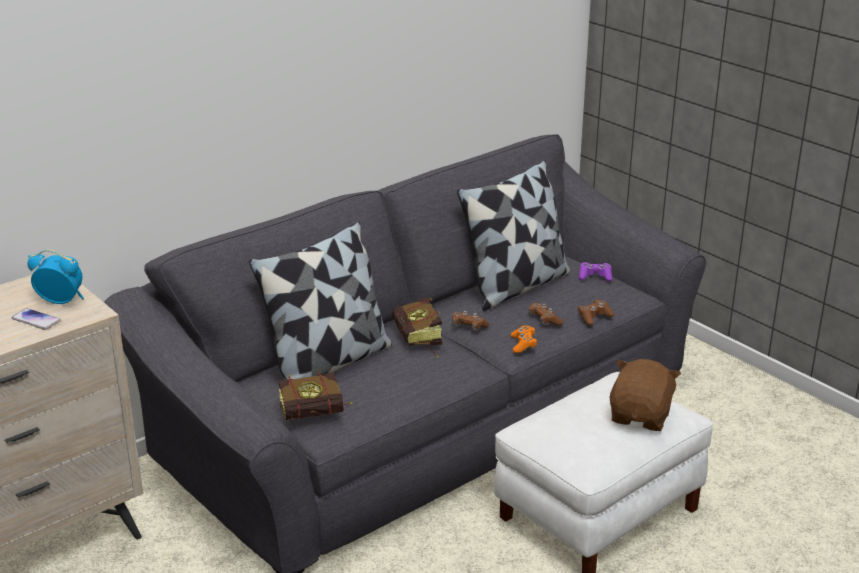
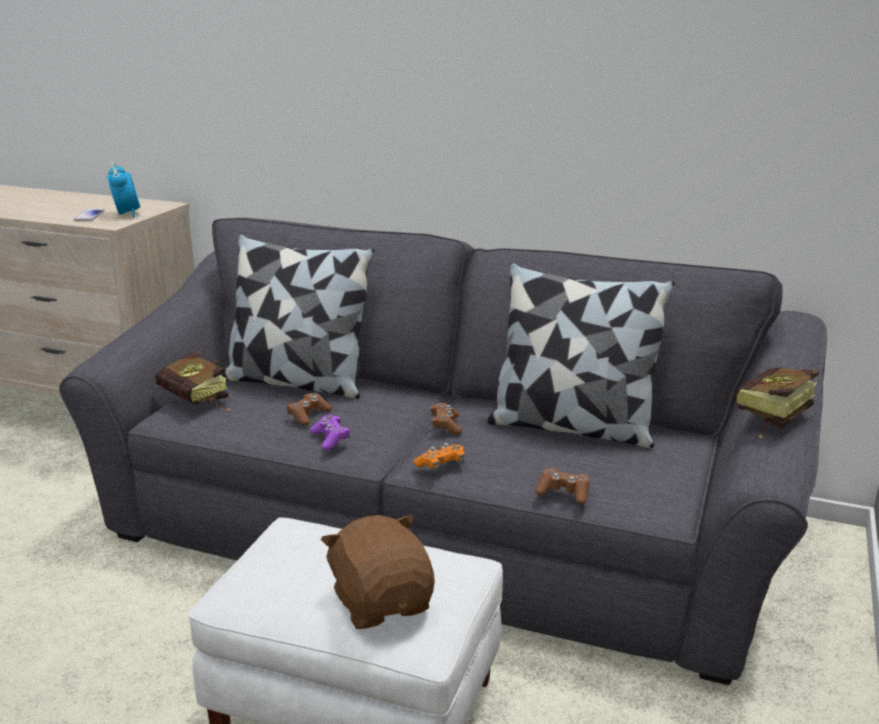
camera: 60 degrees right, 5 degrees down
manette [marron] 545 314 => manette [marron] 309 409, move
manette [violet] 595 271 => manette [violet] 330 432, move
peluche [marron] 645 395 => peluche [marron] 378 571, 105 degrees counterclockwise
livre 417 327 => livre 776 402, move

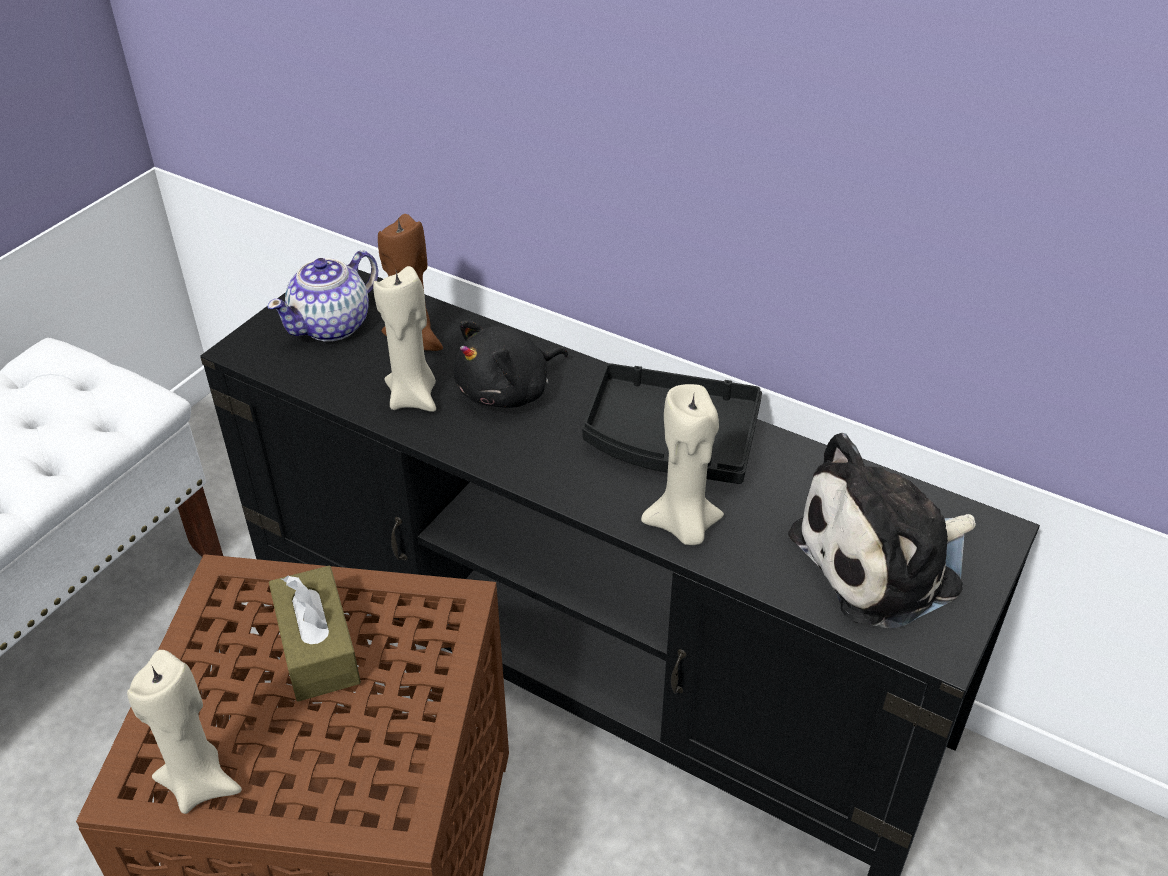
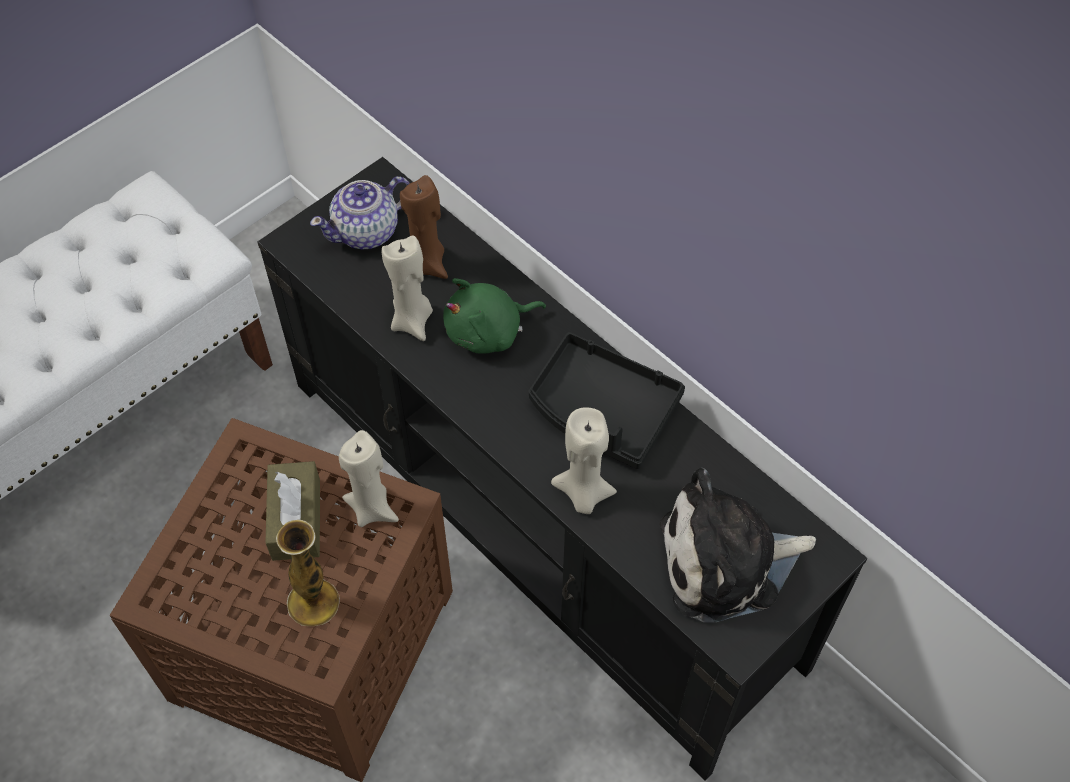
camera: 15 degrees right, 15 degrees up
nothing => vase 308 573
bougie [beige] 184 732 => bougie [beige] 369 478, move
peluche [noir] 510 364 => peluche [vert] 494 316

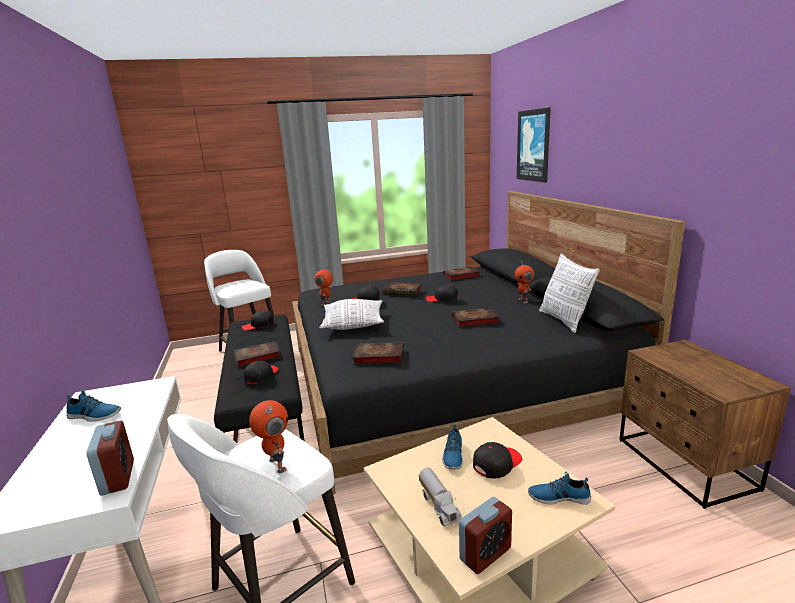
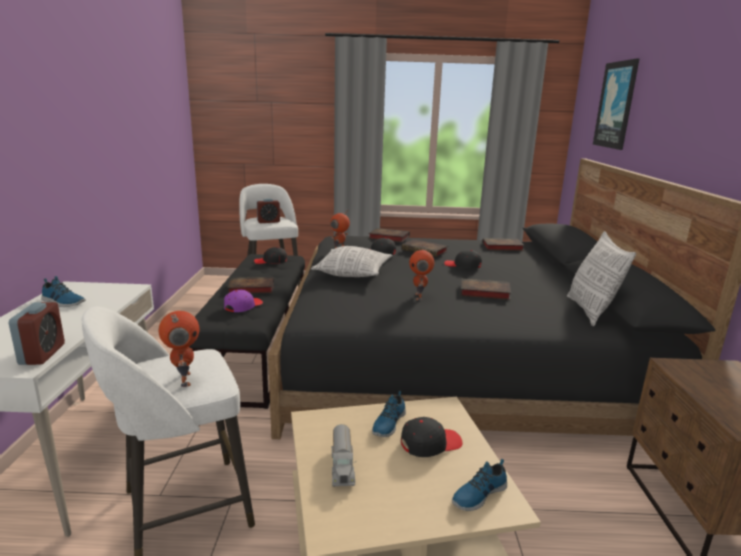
camera: 15 degrees right, 0 degrees up
casquette [noir] 260 372 => casquette [violet] 243 301
réveil 485 535 => réveil 268 211, move
livre 378 353 => livre 389 235, move
robot jouet 524 282 => robot jouet 421 273, move
chaussure 559 488 => chaussure 479 485, 60 degrees counterclockwise

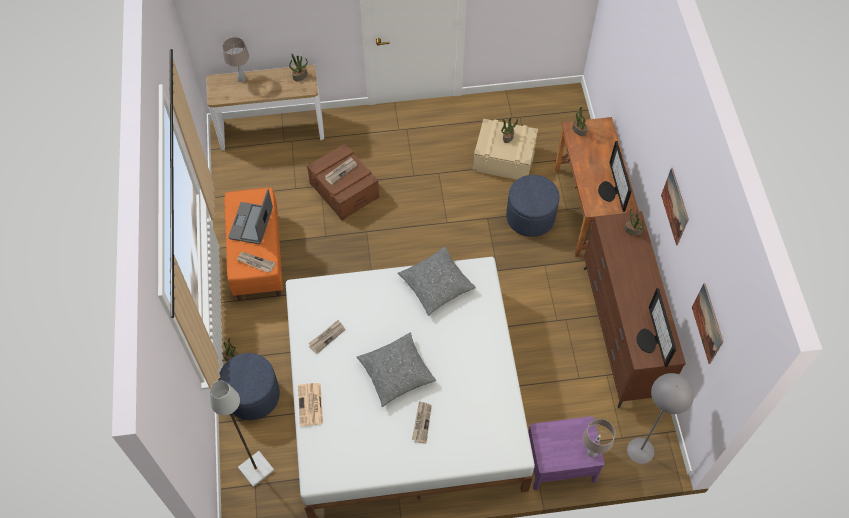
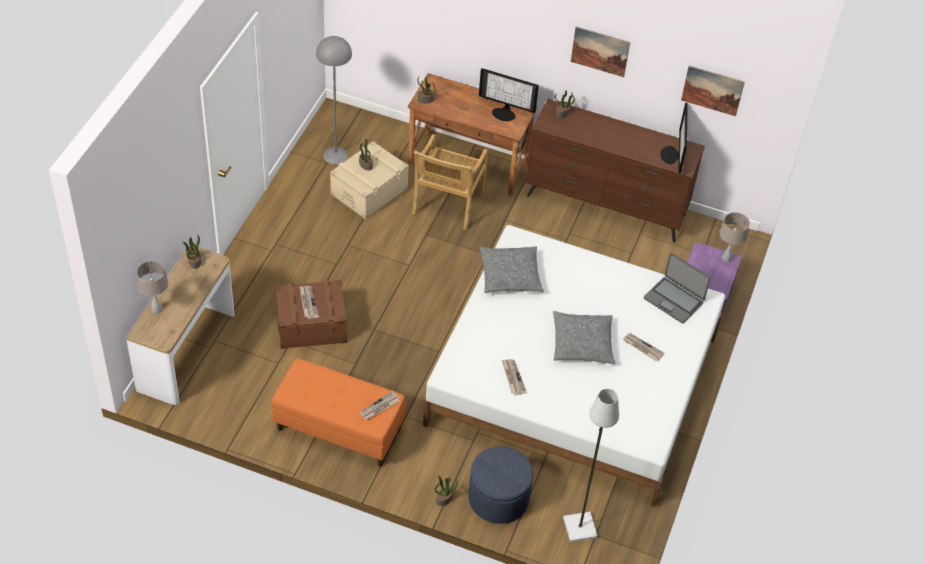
camera: 65 degrees left, 10 degrees down
lampadaire [gris] 660 418 => lampadaire [gris] 334 100, move
pouf [bleu] 533 206 => chaise [beige] 449 182
ordinateur portable 250 216 => ordinateur portable 677 288, move
écran d'ordinateur 656 327 => écran d'ordinateur 674 138, 75 degrees clockwise
journal 310 404 => nothing

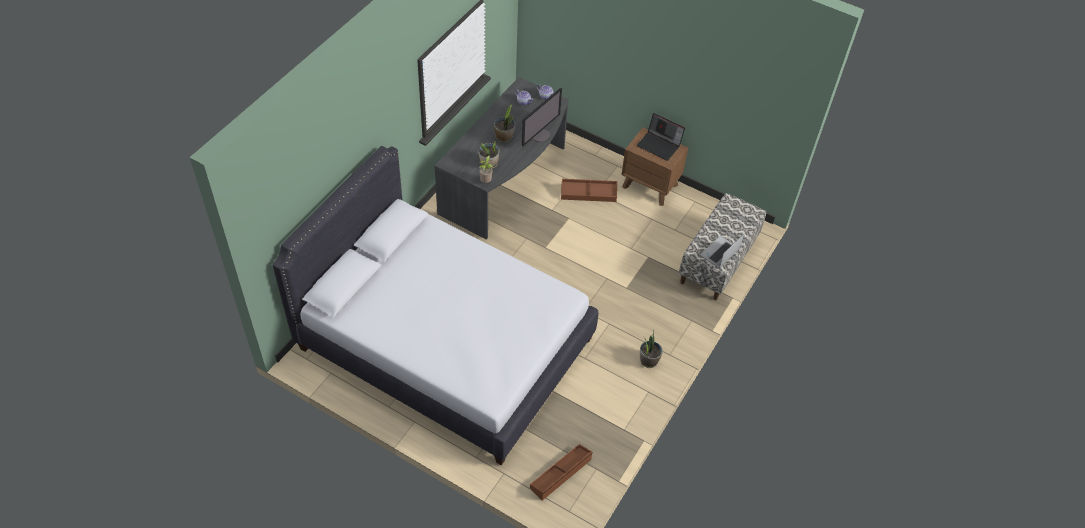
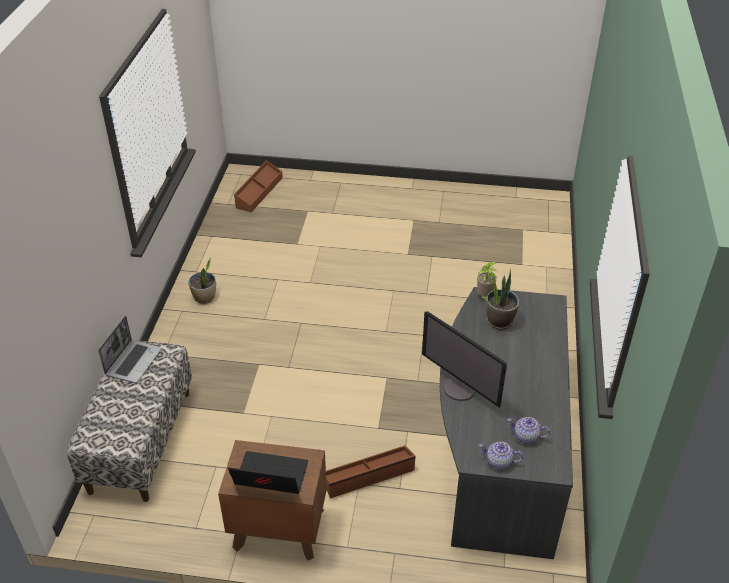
camera: 160 degrees right, 10 degrees down
écran d'ordinateur 542 117 => écran d'ordinateur 464 360, 60 degrees counterclockwise
lit [blanc] 435 305 => nothing
plante en pot 504 123 => nothing

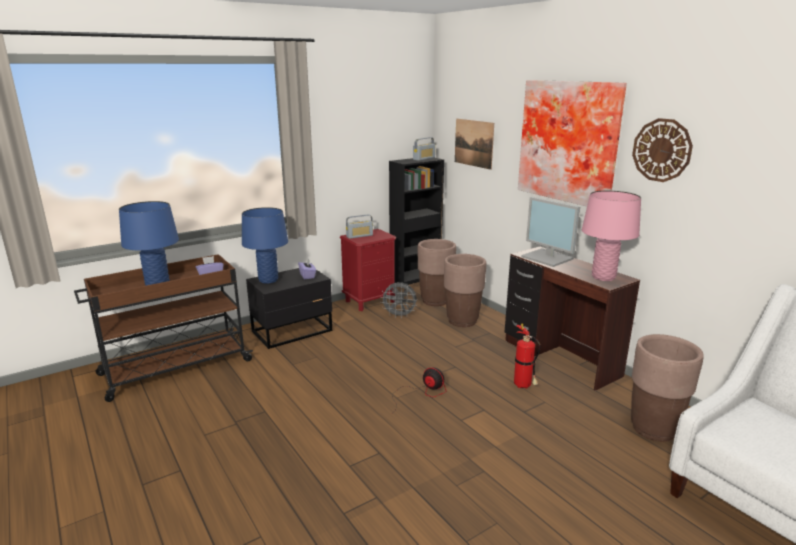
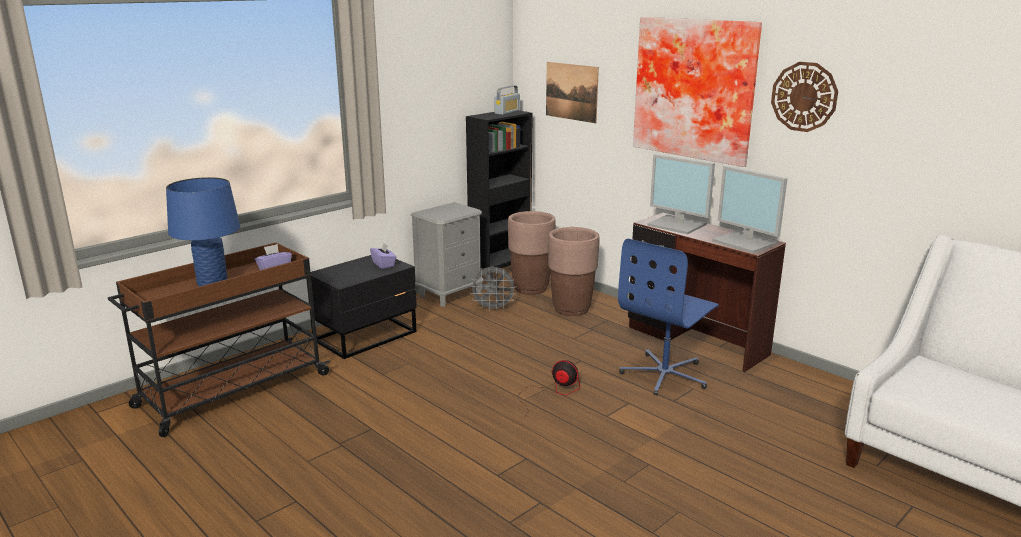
camera: 10 degrees left, 0 degrees up
table de chevet [rouge] 368 270 => table de chevet [gris] 446 254
extincteur 527 356 => chaise de bureau [bleu] 668 317
lampe de table [rose] 611 235 => écran d'ordinateur 750 209
lampe de table [bleu] 265 245 => nothing
radio 359 226 => nothing
cache-pot [marron] 667 387 => nothing

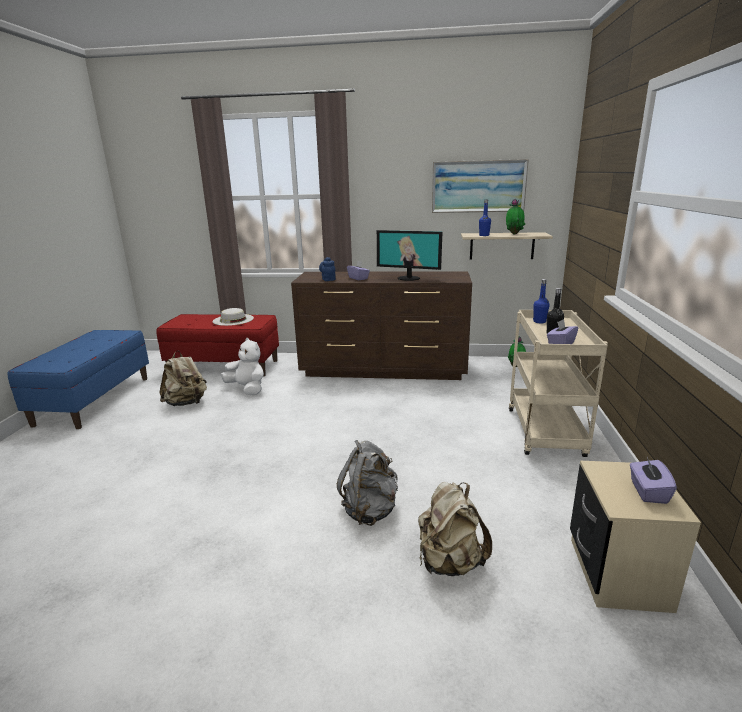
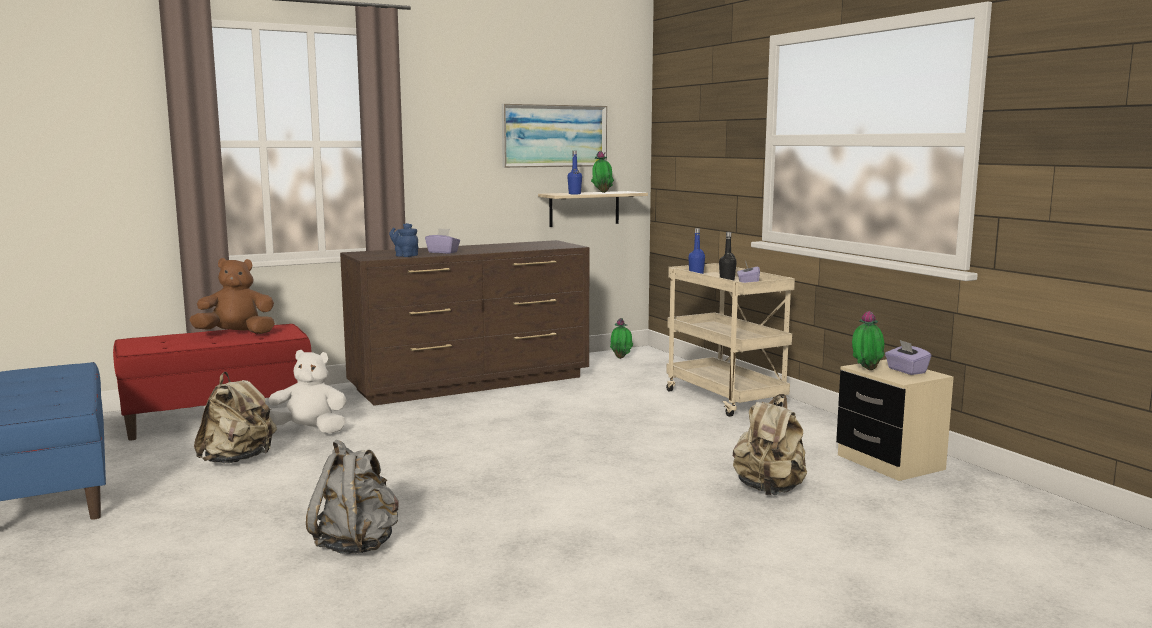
camera: 35 degrees left, 10 degrees down
chapeau [blanc] 233 317 => peluche [marron] 232 296
sac à dos [gris] 367 483 => sac à dos [gris] 352 497, move
nothing => plante en pot 868 340
écran d'ordinateur 409 255 => nothing

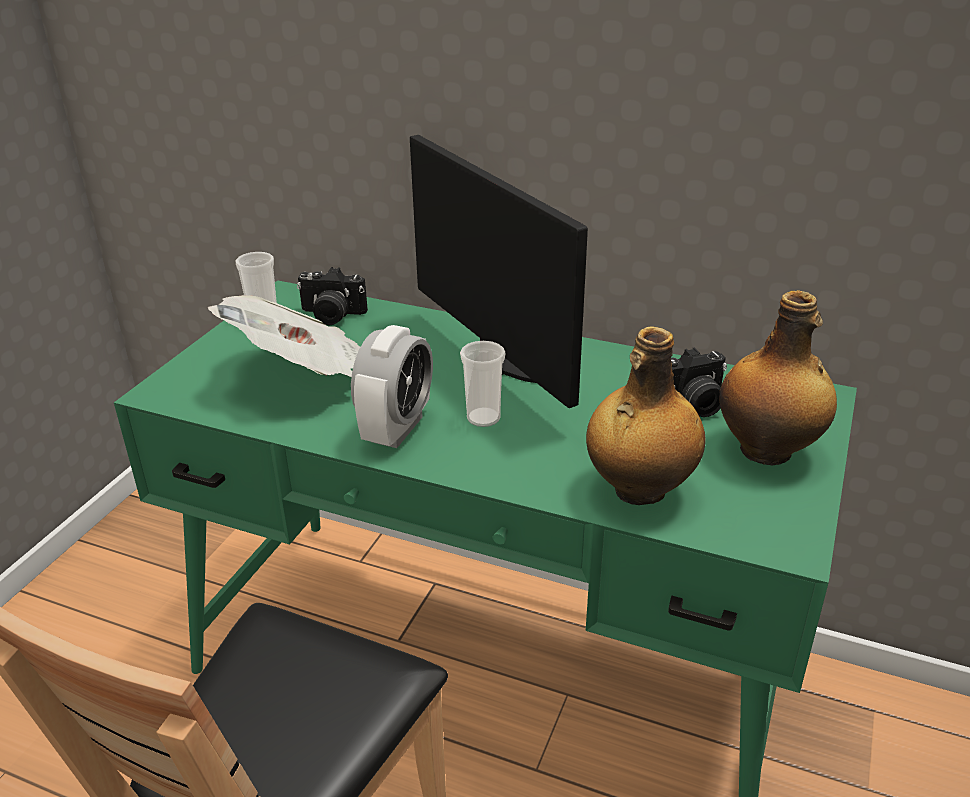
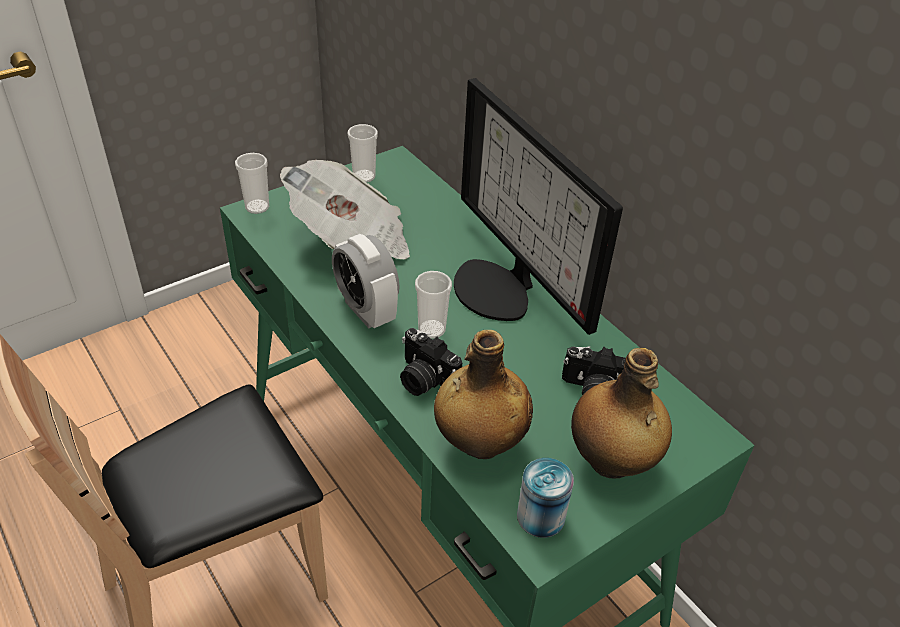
camera: 30 degrees right, 10 degrees up
nothing => tasse 252 183
réveil 392 386 => réveil 366 281, 90 degrees clockwise
appareil photo 332 296 => appareil photo 431 362, move
écran d'ordinateur 499 271 => écran d'ordinateur 538 206, 150 degrees clockwise
nothing => boîte métallique 545 498

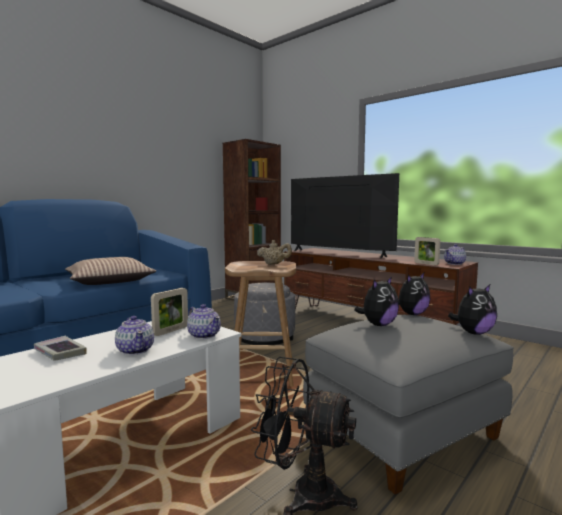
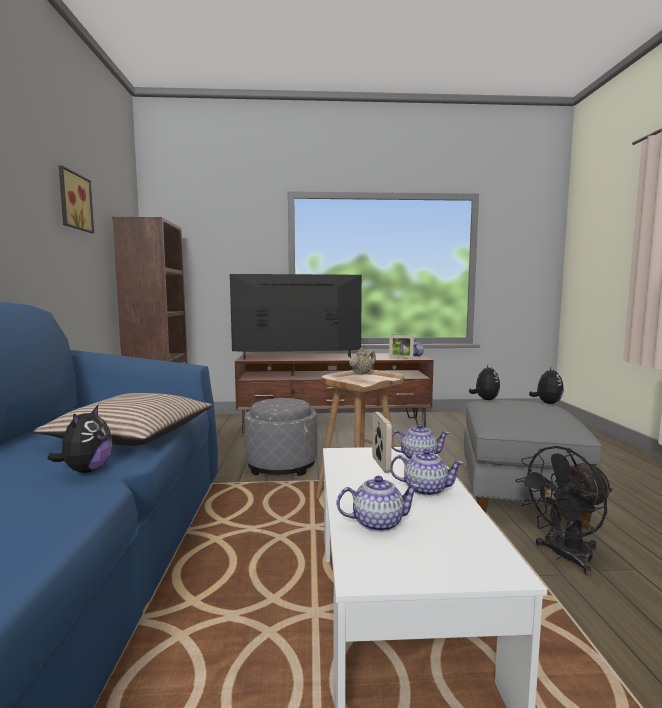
camera: 45 degrees left, 0 degrees up
peluche 376 301 => peluche 80 439, move
nothing => tableau 76 199
livre 60 348 => théière 378 504

